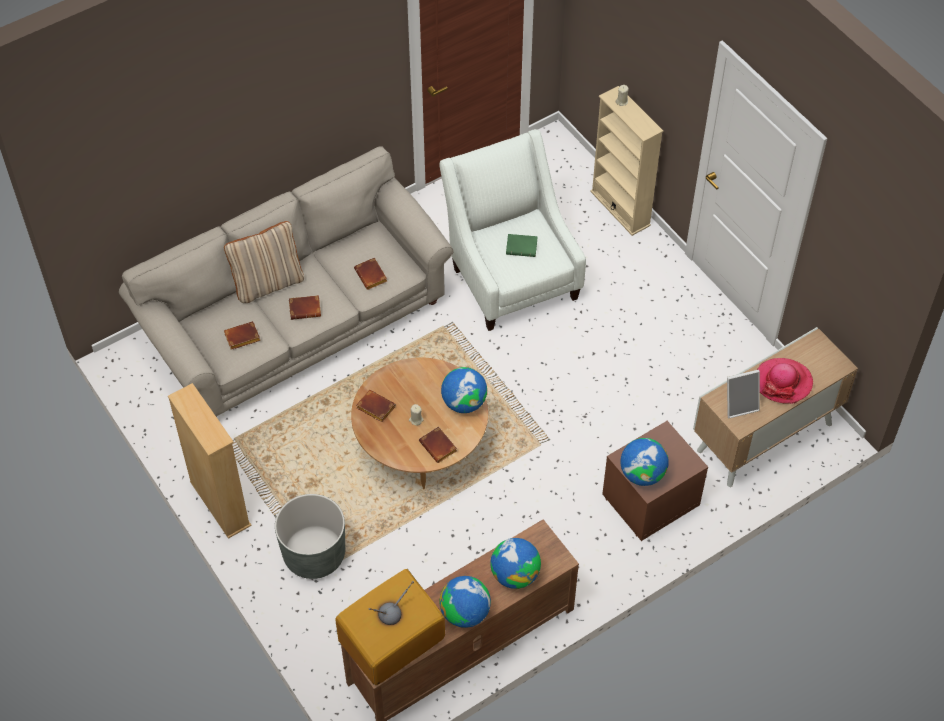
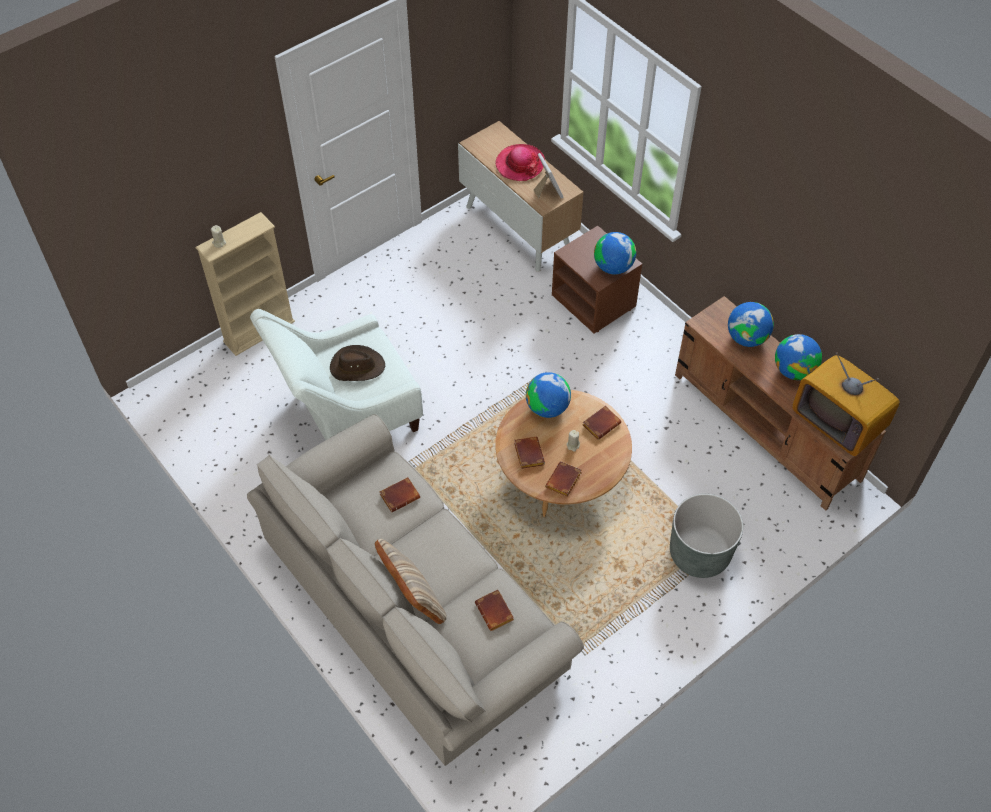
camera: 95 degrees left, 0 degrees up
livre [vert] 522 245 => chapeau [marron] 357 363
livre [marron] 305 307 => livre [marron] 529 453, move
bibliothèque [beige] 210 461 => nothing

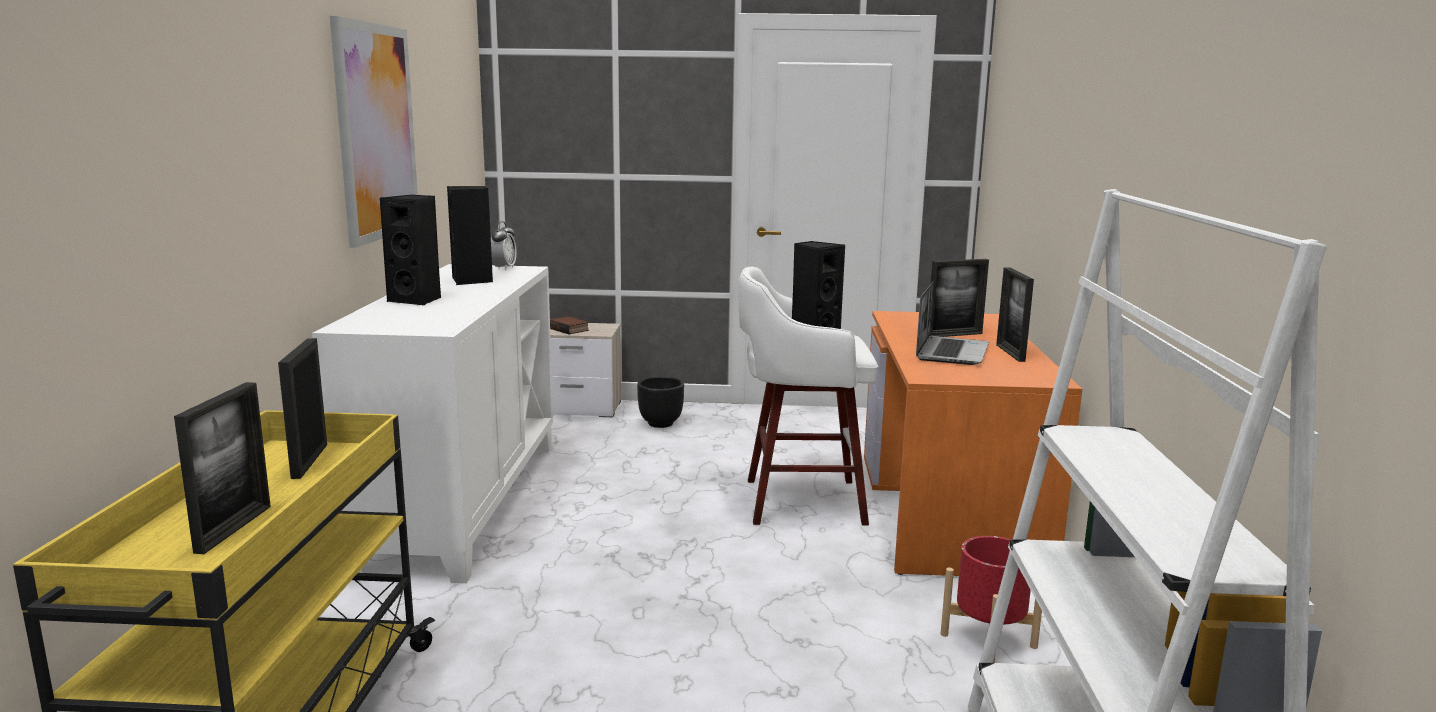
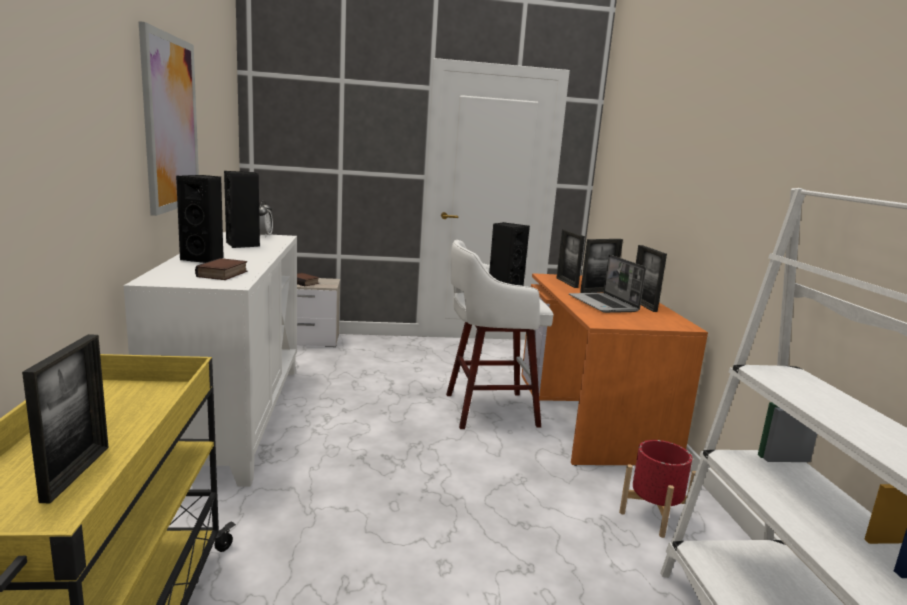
camera: 10 degrees left, 0 degrees up
nothing => livre 221 269
cadre photo 302 408 => cadre photo 570 259, move
ordinateur portable 952 323 => ordinateur portable 607 284, 150 degrees clockwise
cache-pot [noir] 660 402 => nothing

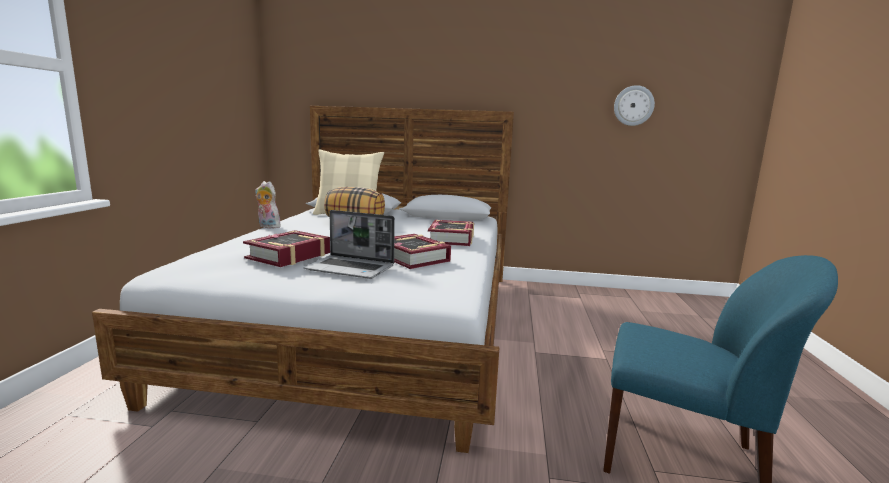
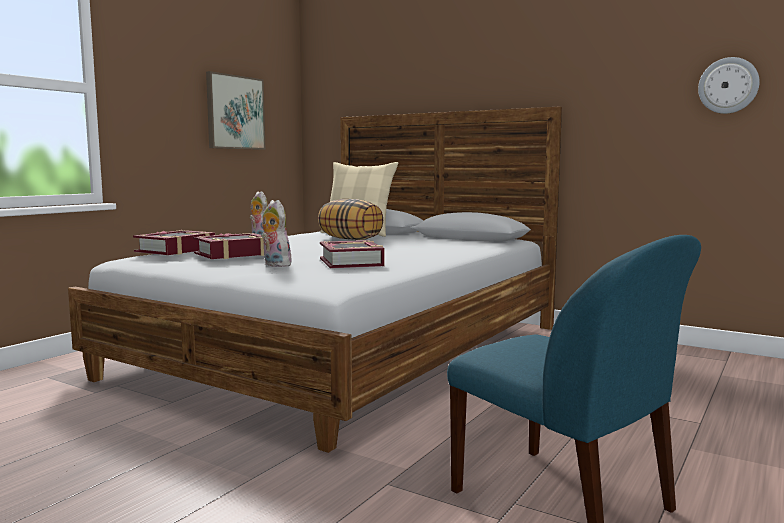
camera: 25 degrees right, 5 degrees down
livre 451 233 => livre 174 242, move
nothing => tableau 236 110
ordinateur portable 349 244 => peluche 277 233

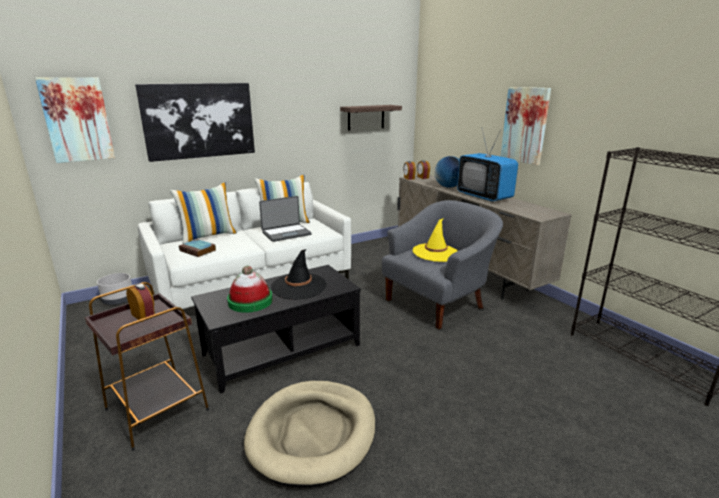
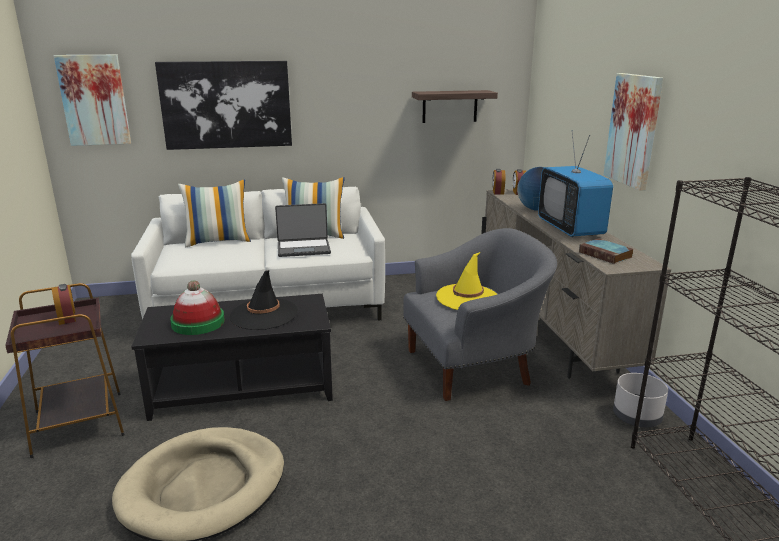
camera: 20 degrees right, 0 degrees up
livre 197 248 => livre 606 251, move
cache-pot [gris] 114 289 => cache-pot [gris] 640 400, move

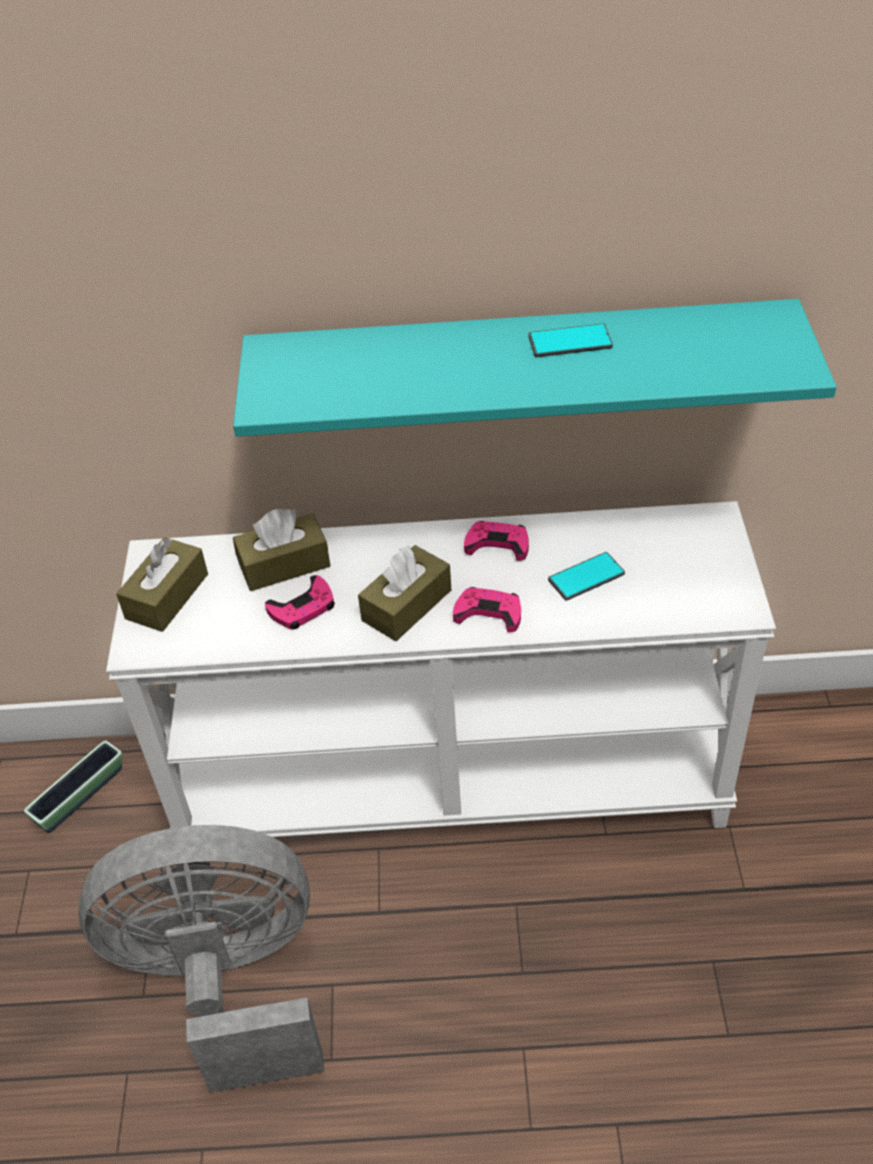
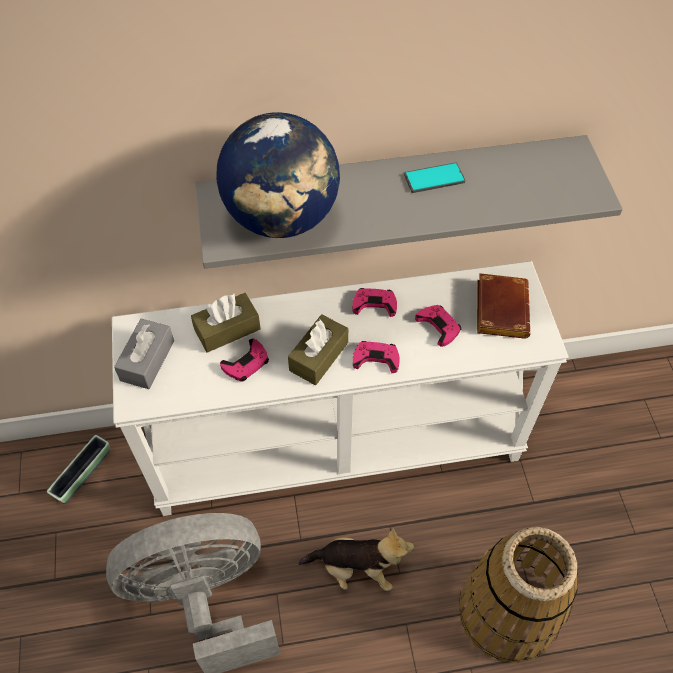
camera: 10 degrees left, 10 degrees up
boîte à mouchoirs [marron] 162 584 => boîte à mouchoirs [gris] 144 354
étagère [turquoise] 535 368 => étagère [gris] 409 202
nothing => globe 278 175
nothing => peluche 356 559
téléphone 586 576 => manette [rose] 438 326
nothing => panier 518 595
nothing => livre [marron] 504 306

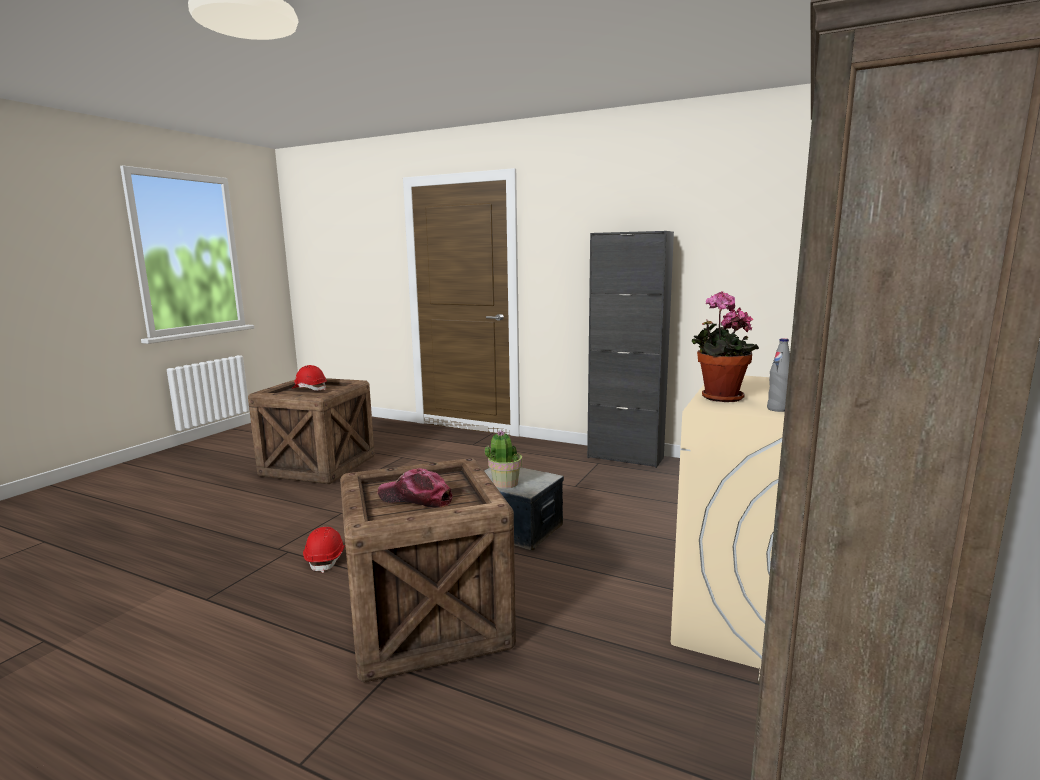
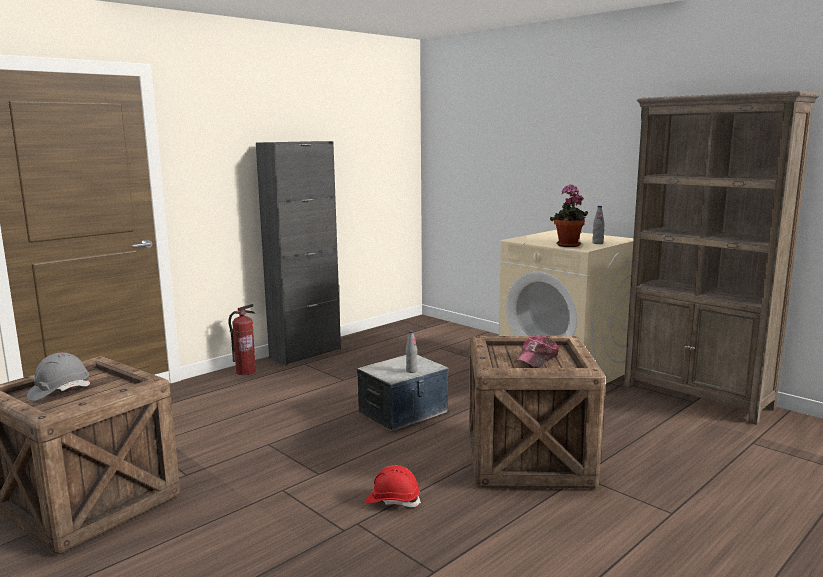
camera: 70 degrees left, 0 degrees up
casque de chantier [rouge] 309 378 => casque de chantier [gris] 58 376
nothing => extincteur 242 339
plante en pot 503 460 => bouteille [gris] 411 352

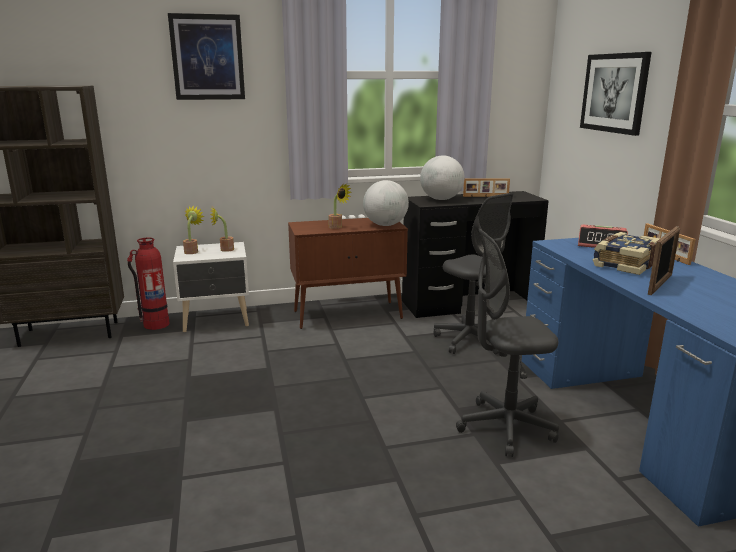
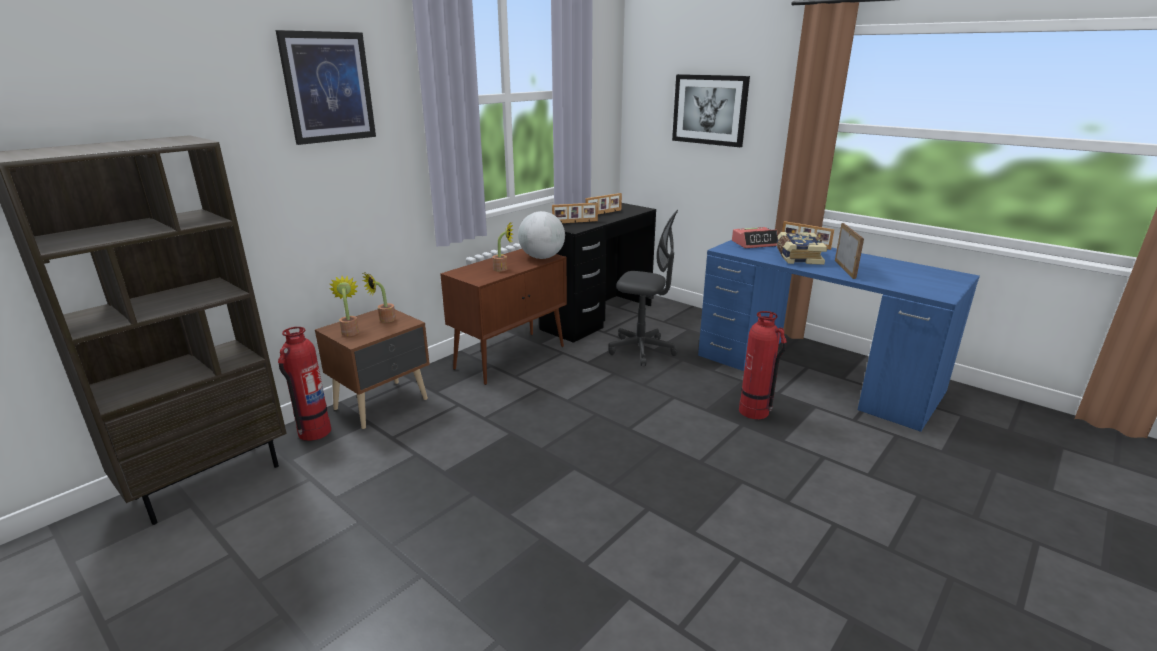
camera: 35 degrees left, 5 degrees up
table de chevet [blanc] 211 287 => table de chevet [marron] 372 369
globe 442 178 => cadre photo 575 213
chaise de bureau [gris] 507 343 => extincteur 763 365

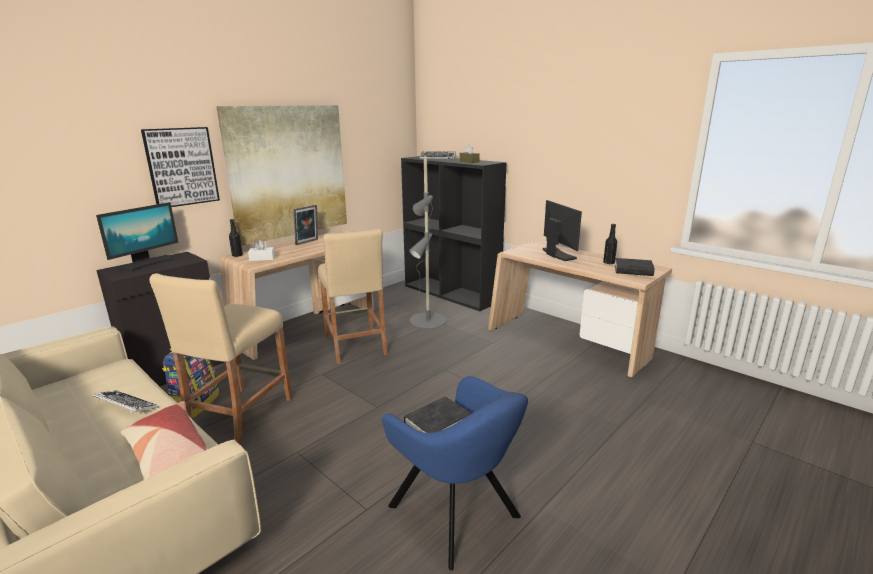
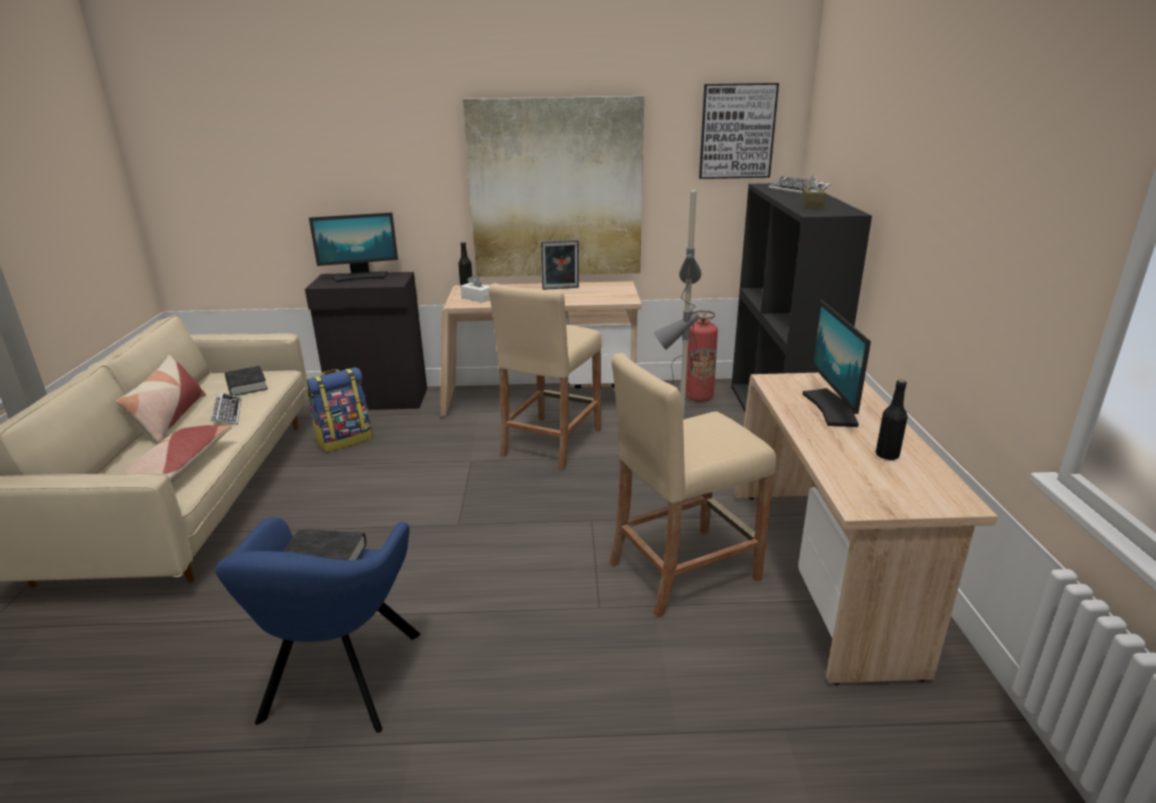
camera: 45 degrees right, 5 degrees up
nothing => coussin 161 399
livre [noir] 635 267 => livre [noir] 246 381, move
tabouret [beige] 221 359 => tabouret [beige] 692 485, move
nothing => extincteur 701 356
tableau 180 167 => tableau 739 131, move
écran d'ordinateur 562 230 => écran d'ordinateur 837 363, 150 degrees clockwise

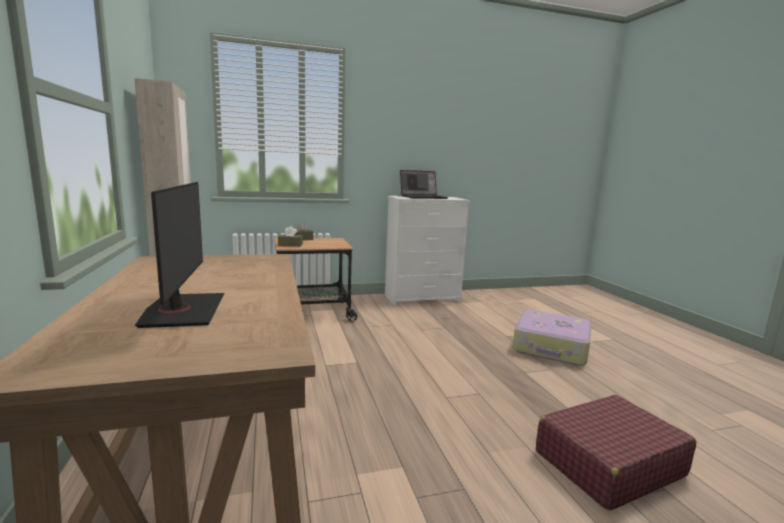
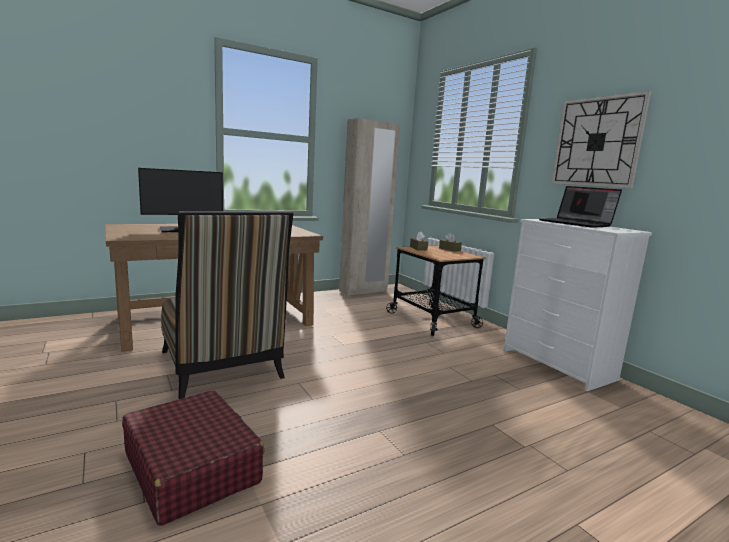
camera: 75 degrees right, 0 degrees up
nothing => chaise 227 305
nothing => horloge murale 601 139
valise 552 338 => nothing

